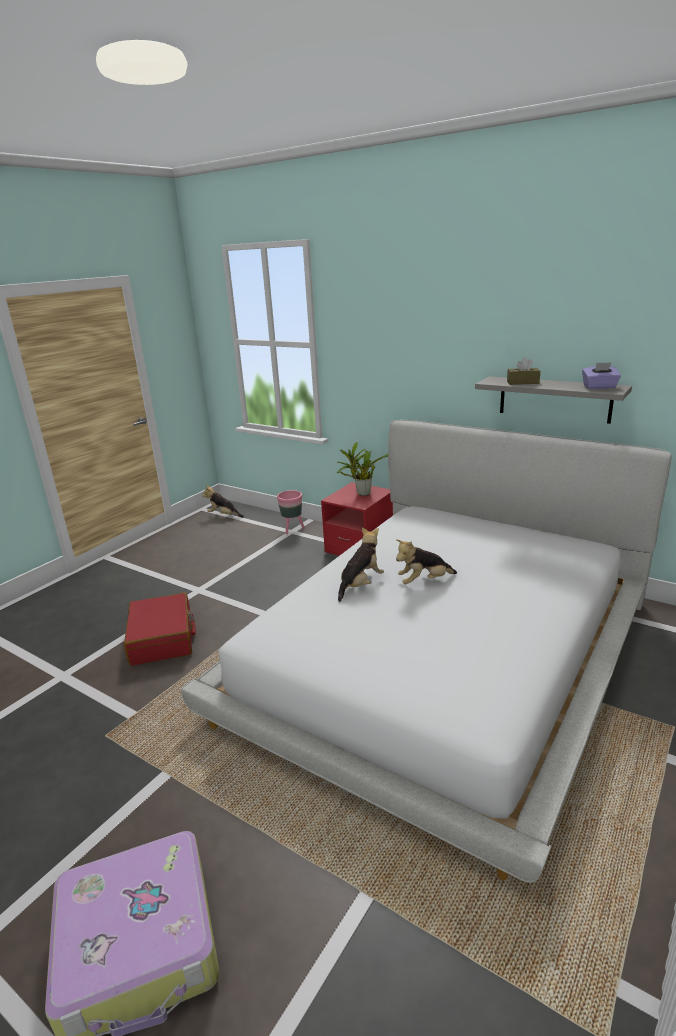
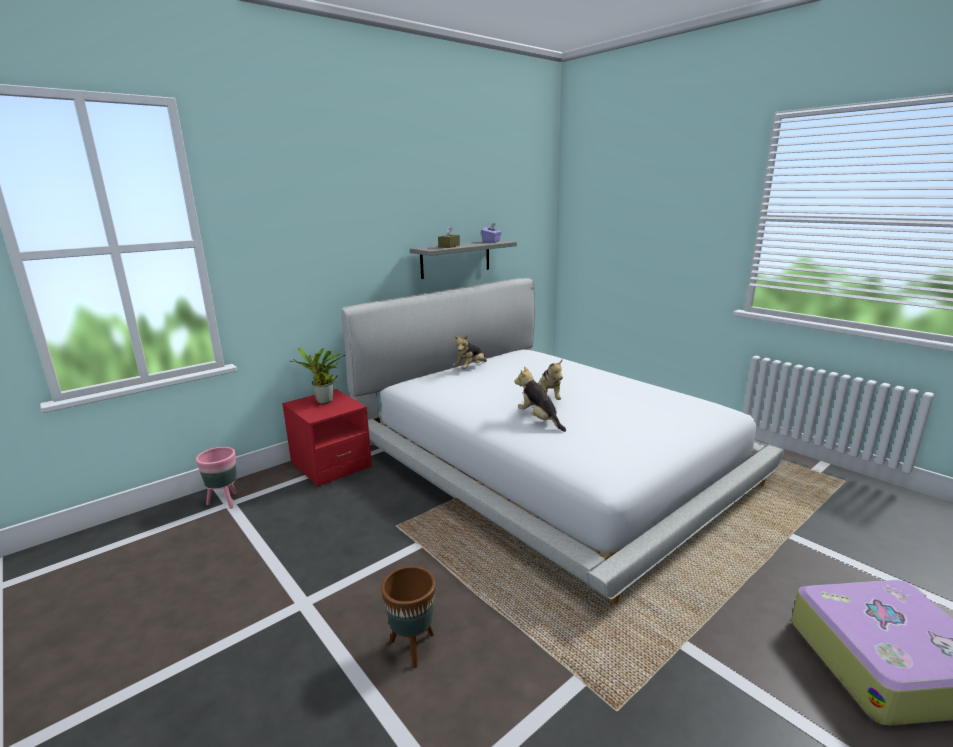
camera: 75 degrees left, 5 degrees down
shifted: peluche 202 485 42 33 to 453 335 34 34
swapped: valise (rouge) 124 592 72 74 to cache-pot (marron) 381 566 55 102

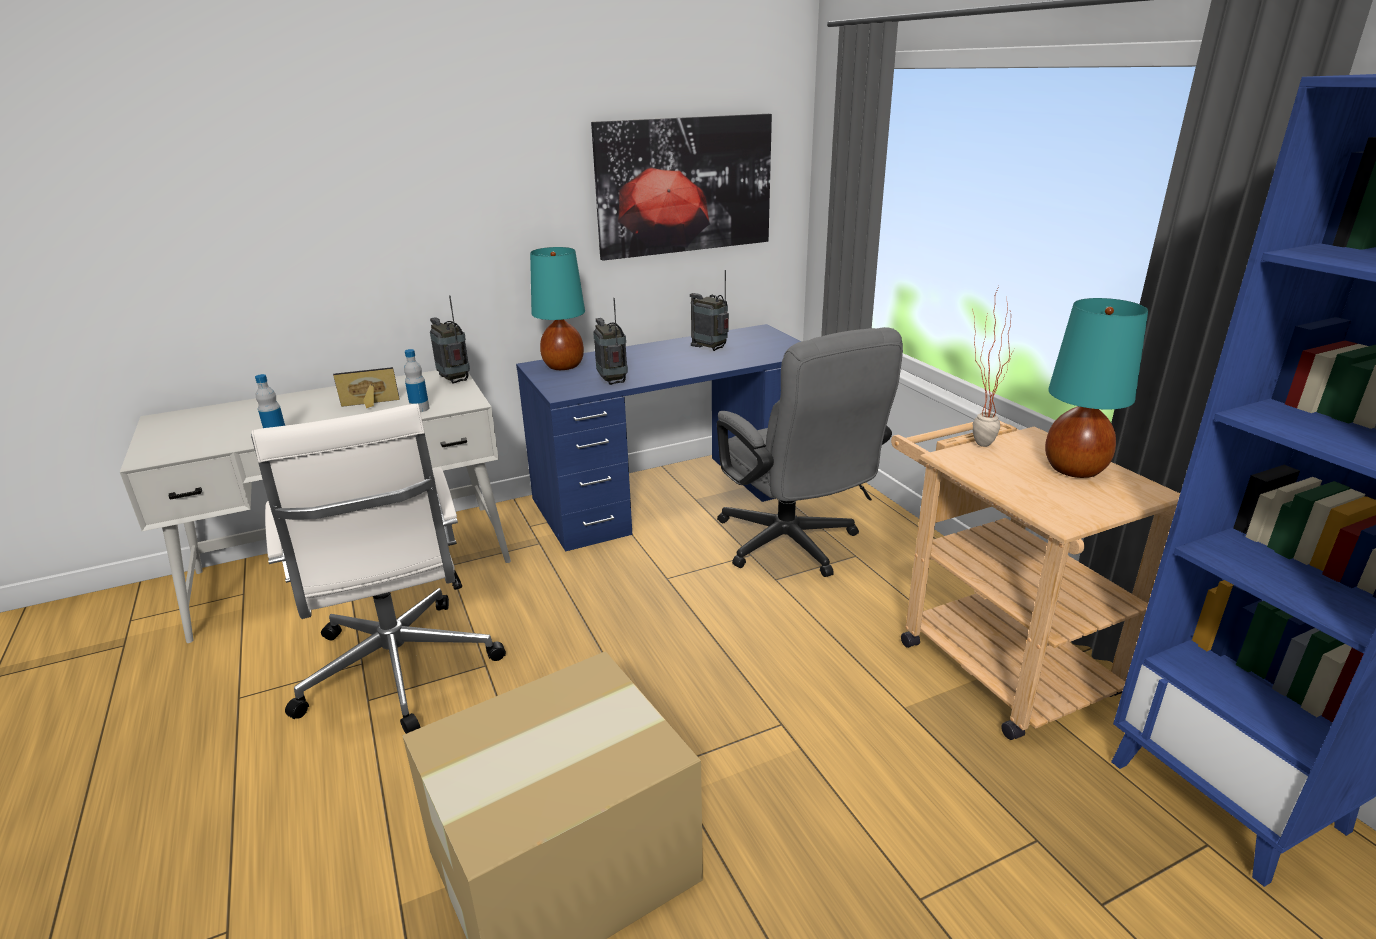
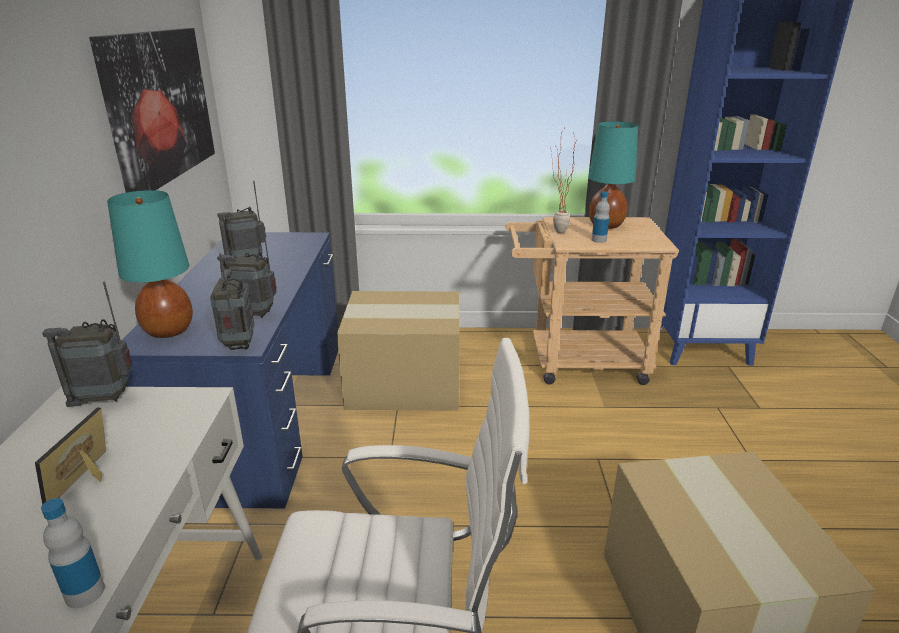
camera: 65 degrees left, 0 degrees up
new: radio 210 253 45 97
shifted: bouteille 404 349 25 63 to 592 191 18 52
swapped: chaise de bureau (gris) 717 327 186 250 to carton 337 291 122 120

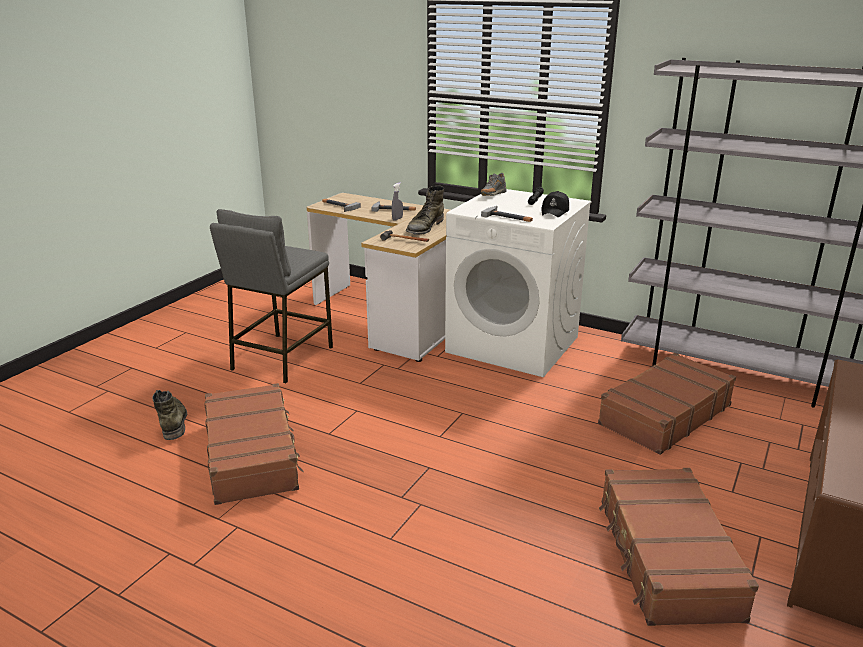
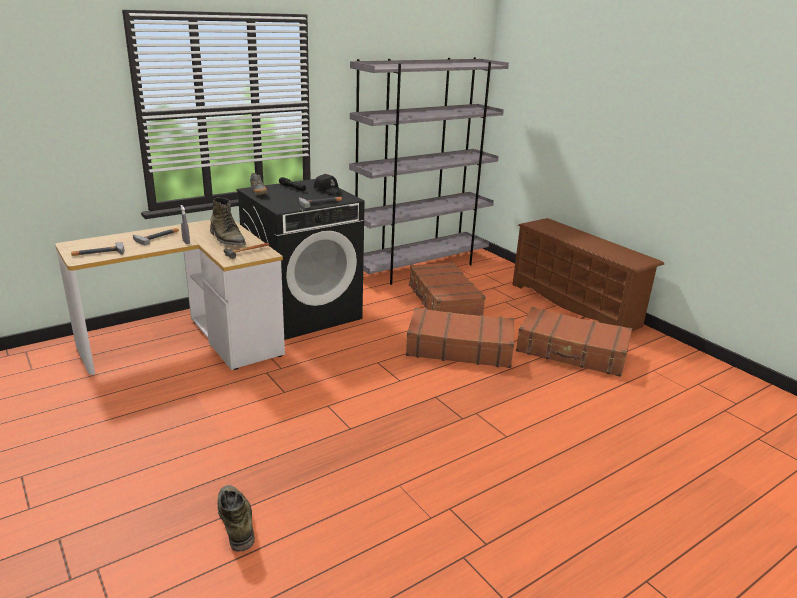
camera: 65 degrees left, 0 degrees up
gone: tabouret (gris) 210 209 123 174
shifted: valise (marron) 205 383 99 122 to 406 308 108 60
repainted: lave-linge (blanc) 445 189 147 188 to lave-linge (noir) 237 179 128 161
rotated: botte (vert) 152 390 35 50 = 217 485 38 67 60 degrees clockwise

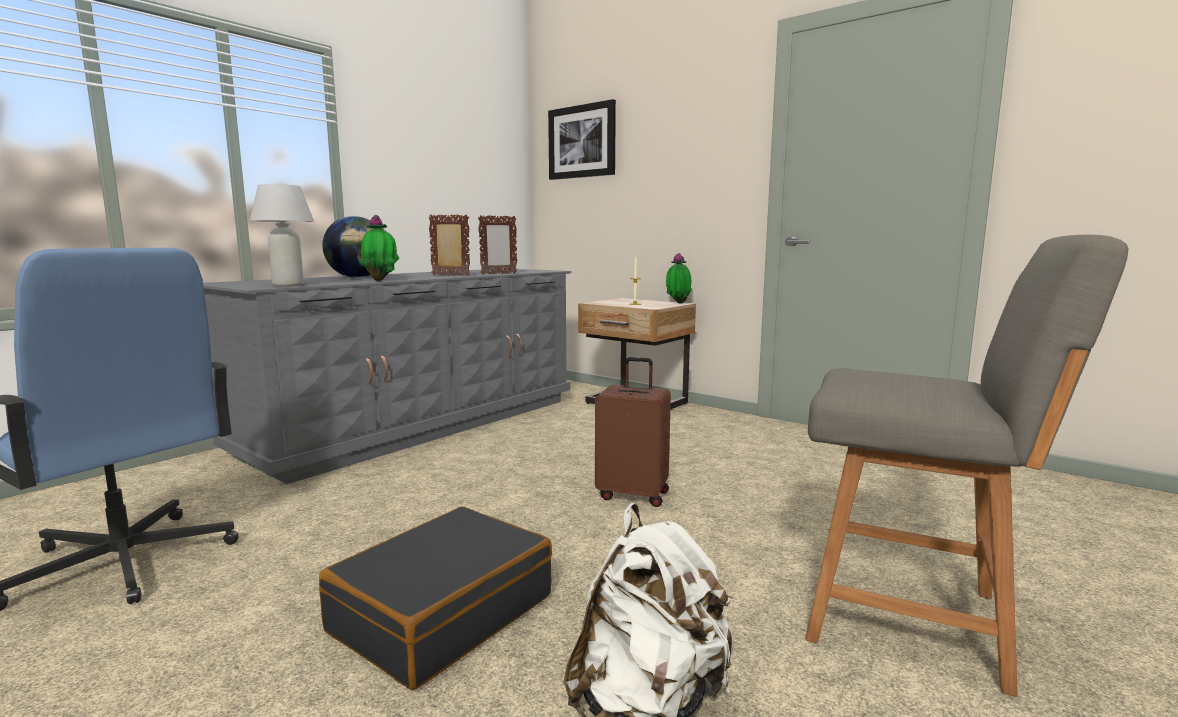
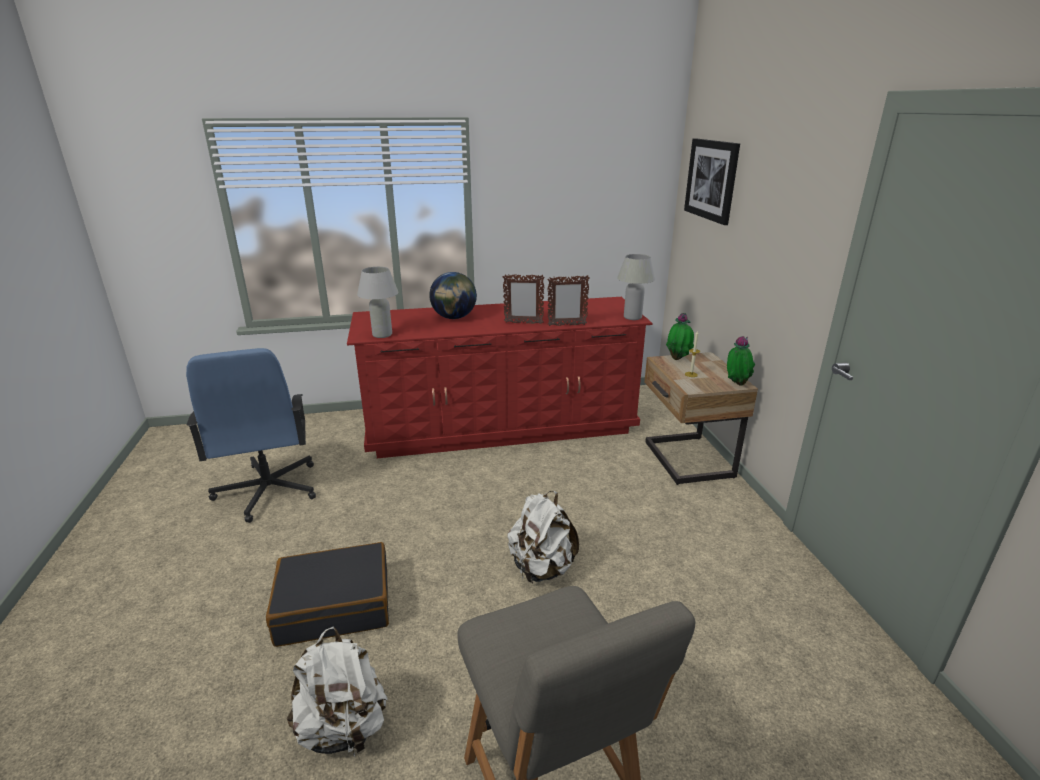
camera: 40 degrees right, 15 degrees up
new: lampe de table (blanc) 617 254 38 66
shifted: plante en pot 360 215 39 66 to 666 313 28 47
swapped: valise (marron) 595 357 76 150 to sac à dos (blanc) 507 491 72 92
repainted: commode (gris) 203 268 368 216 to commode (rouge) 347 297 306 161
rotated: cadre photo 428 214 42 62 = 503 274 42 50 120 degrees clockwise

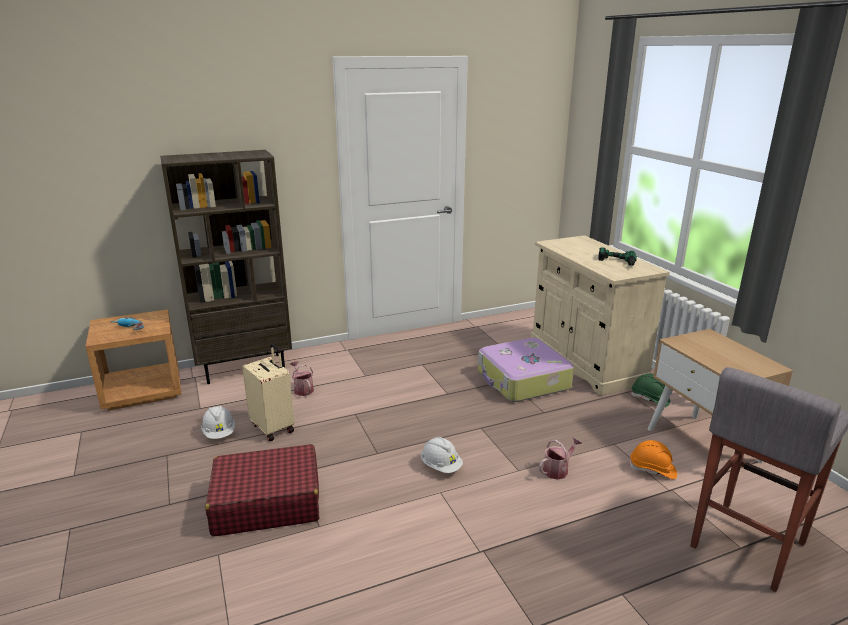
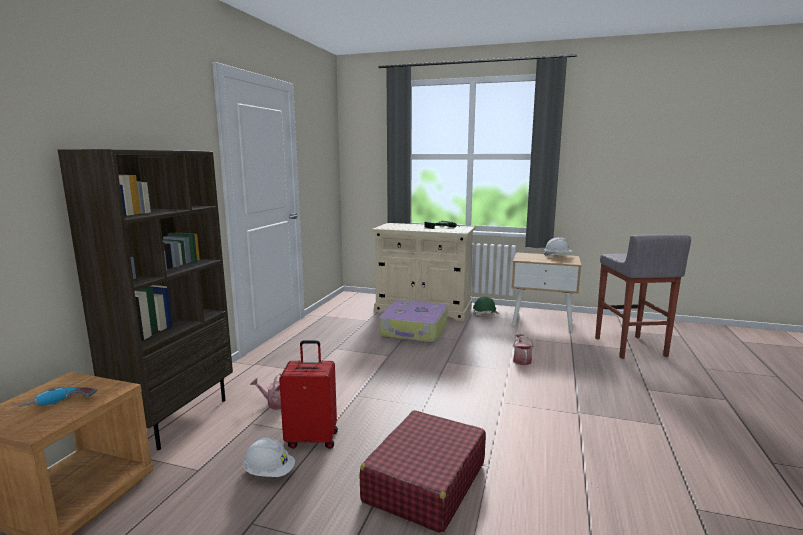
camera: 50 degrees left, 10 degrees down
gone: casque de chantier (orange) 628 440 49 39
shifted: casque de chantier (blanc) 421 437 42 36 to 544 237 29 19
repainted: valise (beige) 242 344 52 97 to valise (rouge) 279 340 59 109

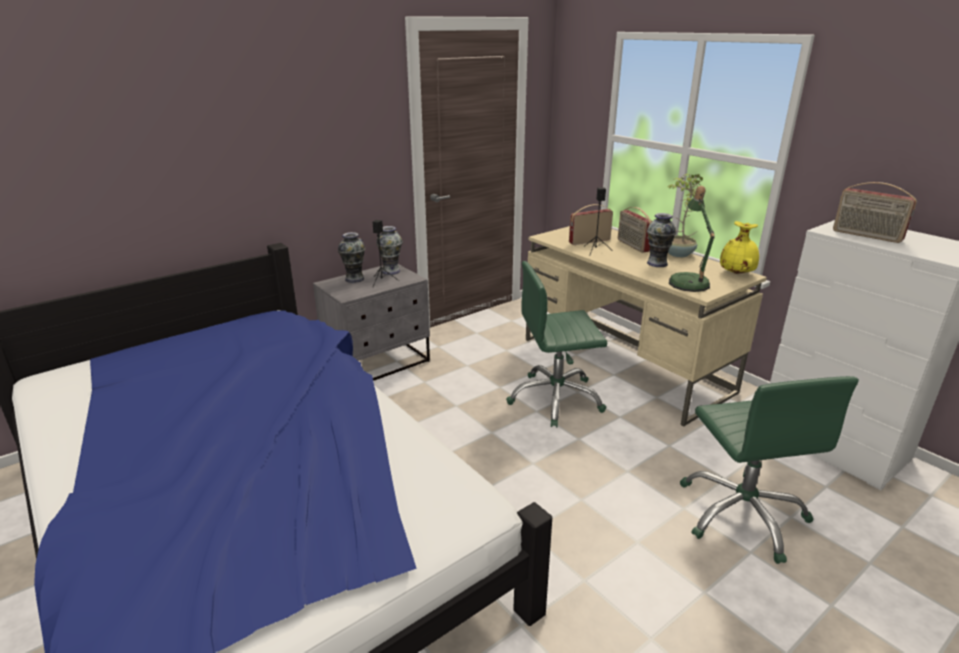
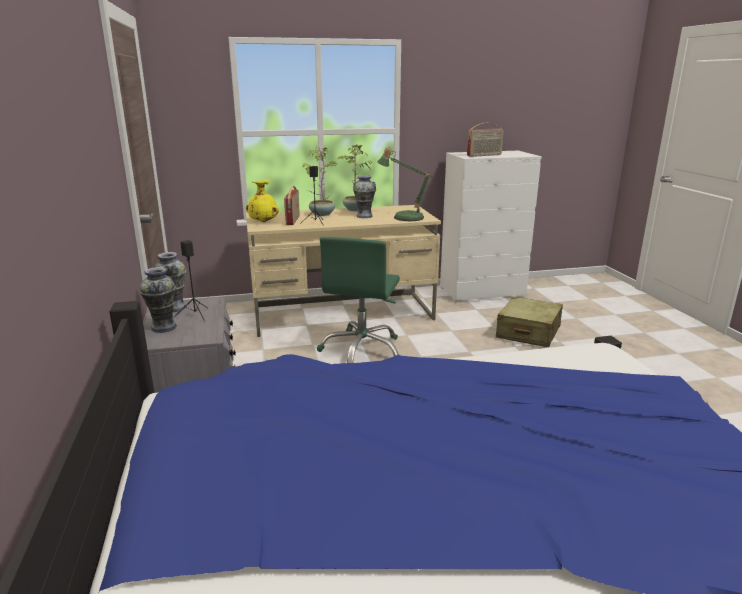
camera: 65 degrees left, 5 degrees down
shifted: vase (jaune) 720 221 39 53 to 246 180 33 42
swapped: radio 618 207 34 46 to plante en pot 303 147 34 69; chaise de bureau (vert) 680 376 179 188 to valise (beige) 496 297 67 50

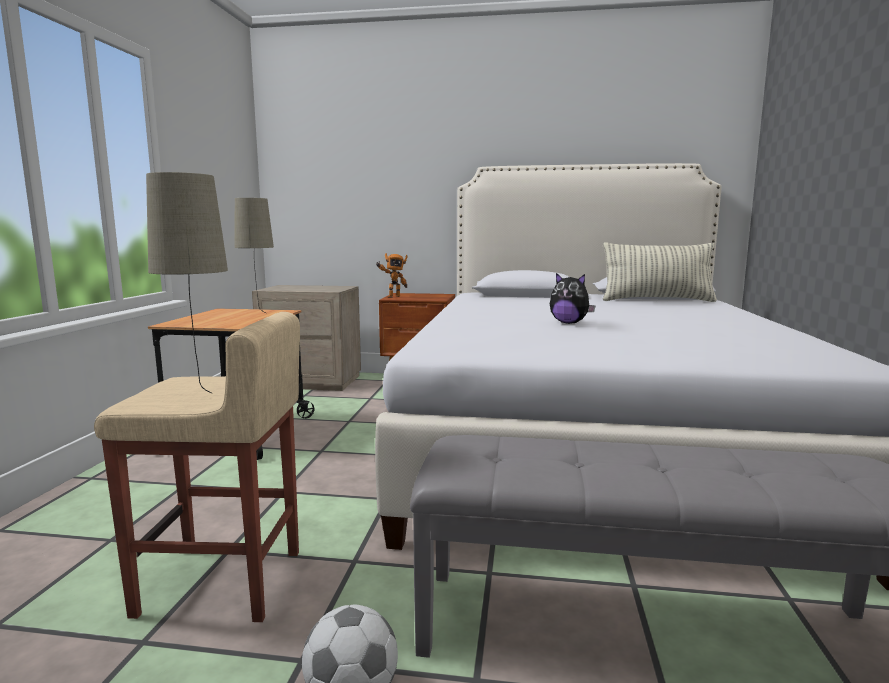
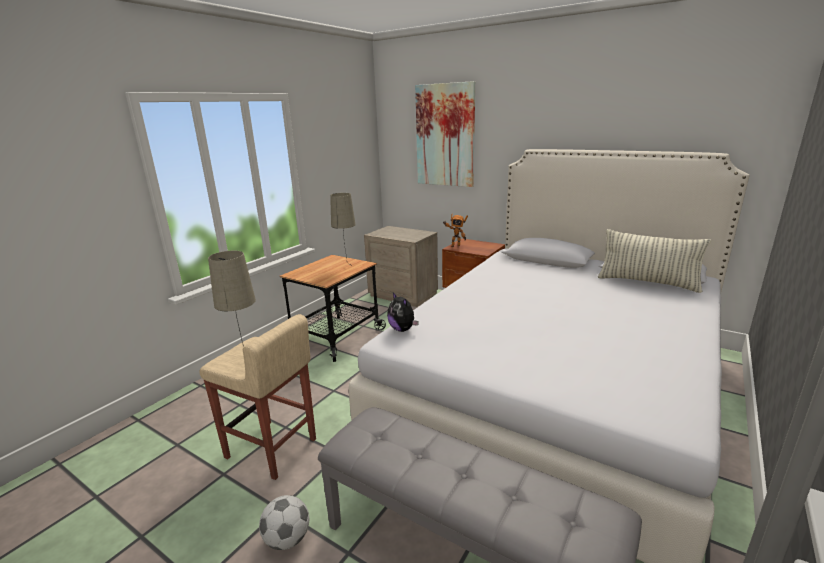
camera: 25 degrees right, 10 degrees up
new: tableau 415 81 60 106
shifted: peluche 550 273 45 51 to 387 292 32 40

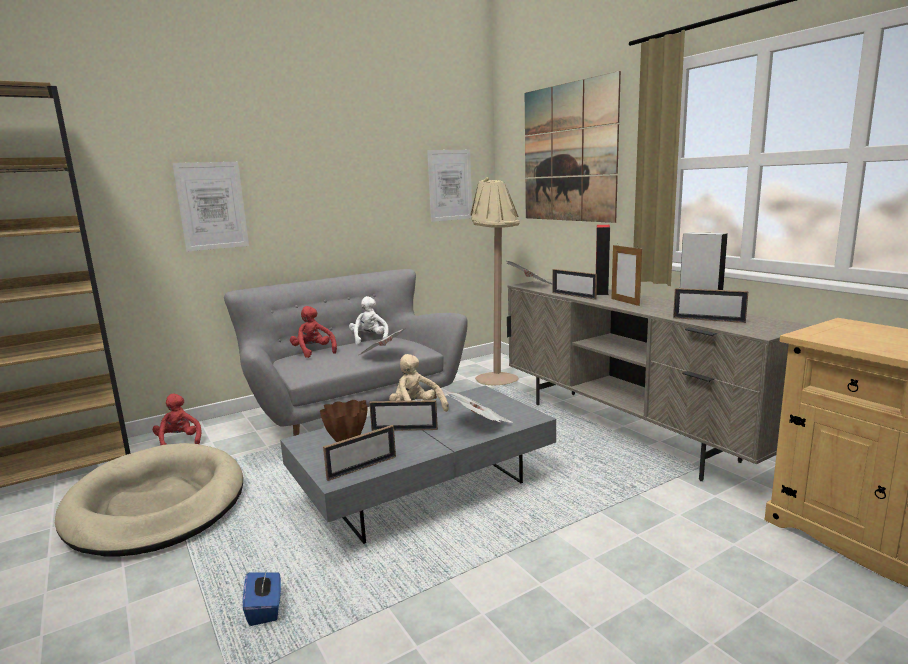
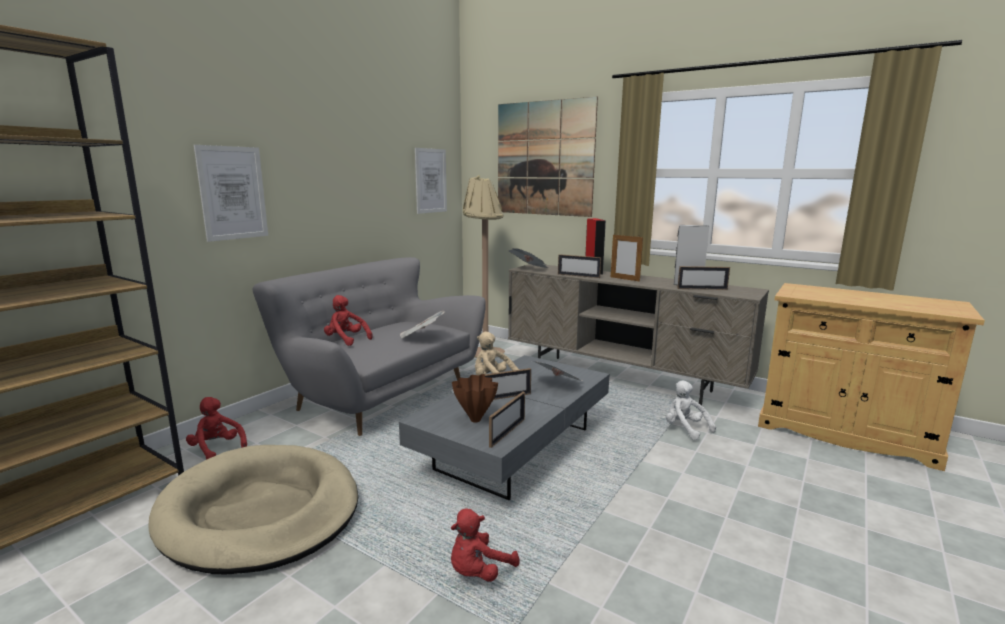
camera: 25 degrees left, 0 degrees up
shifted: peluche (blanc) 349 296 40 49 to 666 380 50 60
swapped: boîte à mouchoirs (bleu) 243 569 38 57 to peluche (rouge) 451 509 68 73

